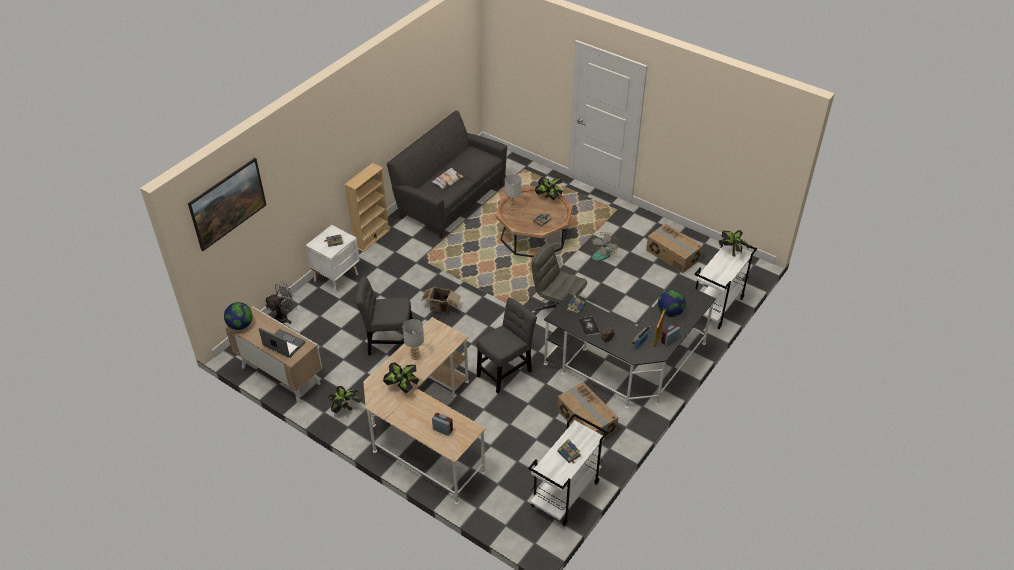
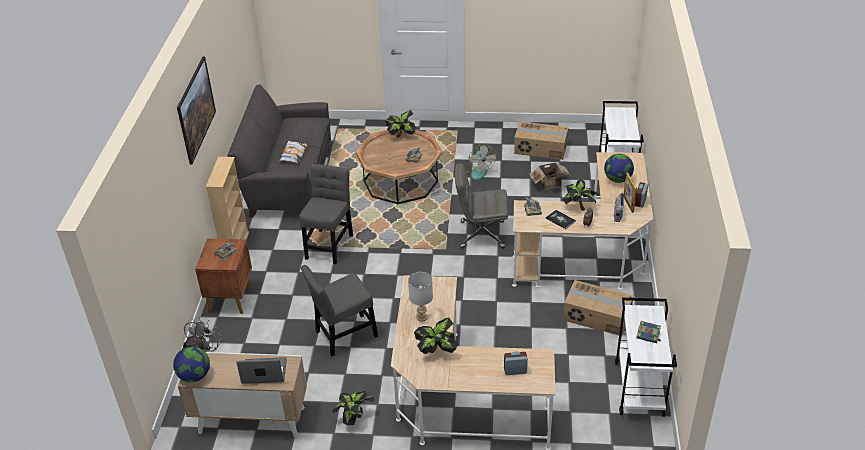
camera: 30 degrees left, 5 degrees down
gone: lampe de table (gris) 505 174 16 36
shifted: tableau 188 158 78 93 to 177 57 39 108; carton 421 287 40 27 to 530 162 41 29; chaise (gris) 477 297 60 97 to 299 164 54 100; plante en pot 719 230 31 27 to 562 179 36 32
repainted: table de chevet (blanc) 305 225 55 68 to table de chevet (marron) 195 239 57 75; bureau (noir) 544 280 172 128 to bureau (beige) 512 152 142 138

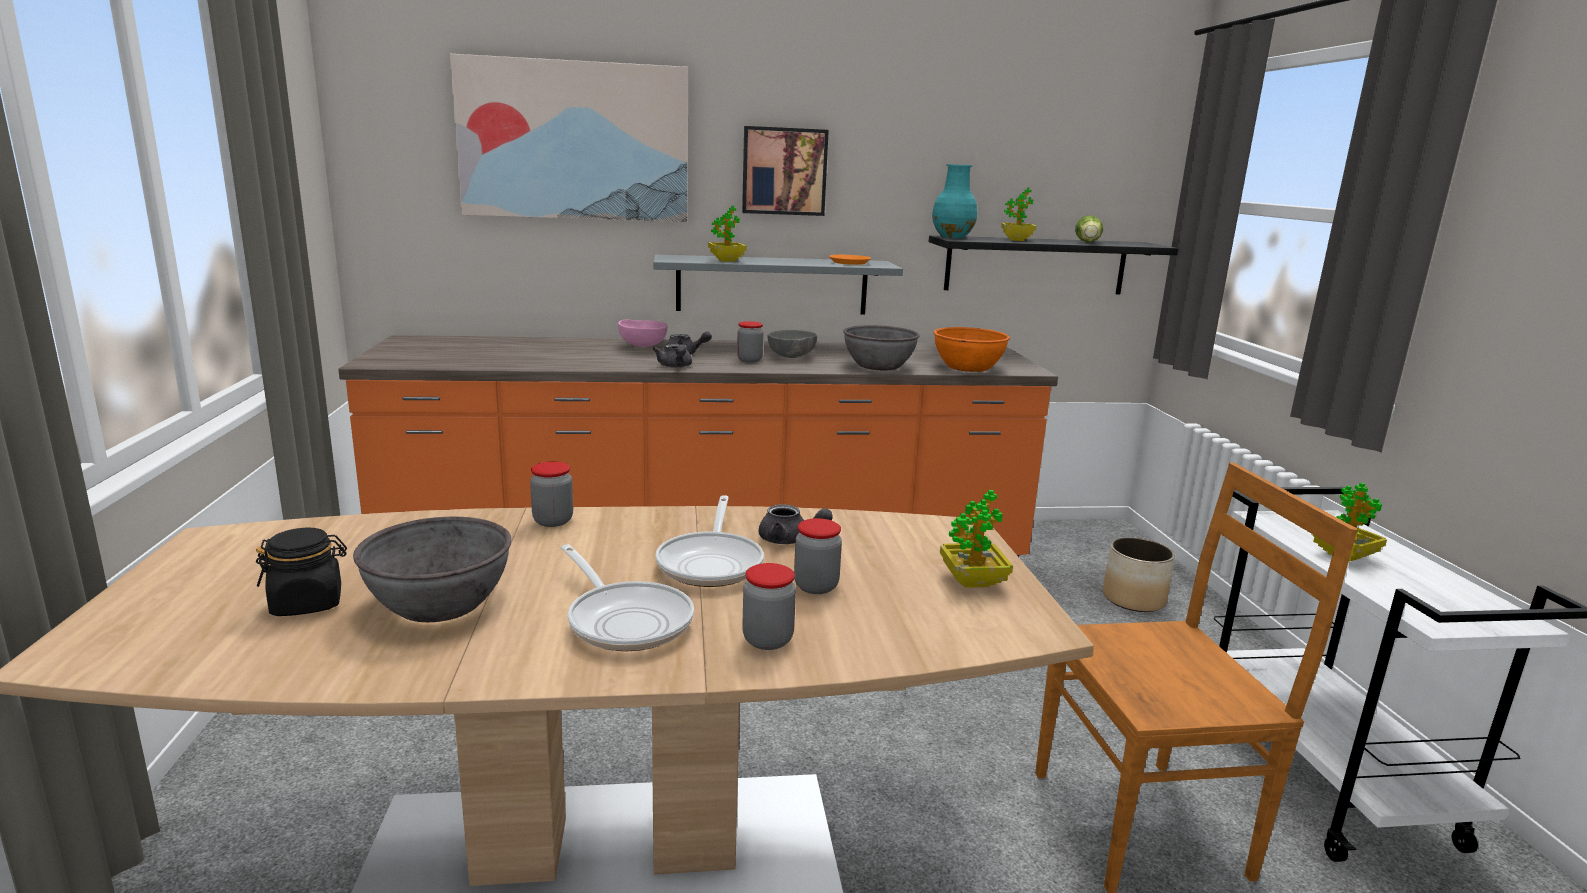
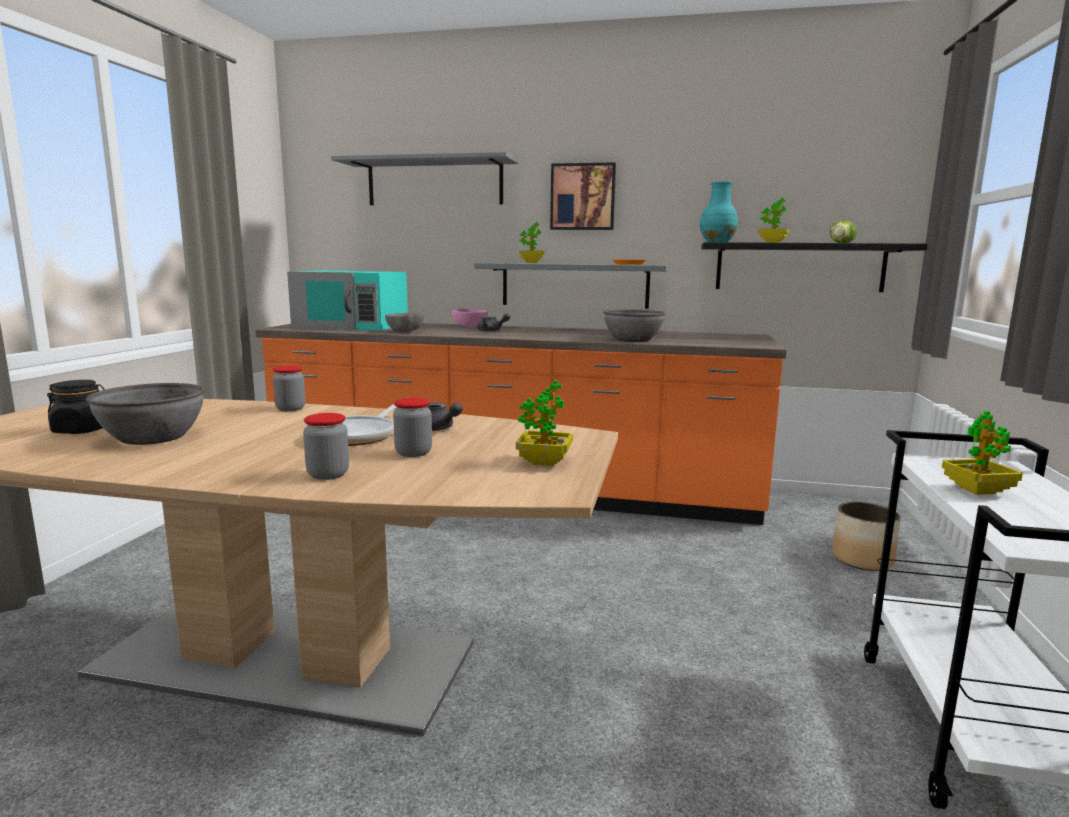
camera: 20 degrees right, 5 degrees down
gone: poêle 561 544 133 107; théière (gris) 653 344 39 24; bocal 737 321 27 41; bol (orange) 933 327 77 45; chaise (marron) 1035 462 322 431
new: micro-ondes (turquoise) 287 271 121 59
shifted: bol (gris) 768 330 49 28 to 385 313 39 19
swapped: tableau 450 54 238 168 to étagère (gris) 331 152 188 53

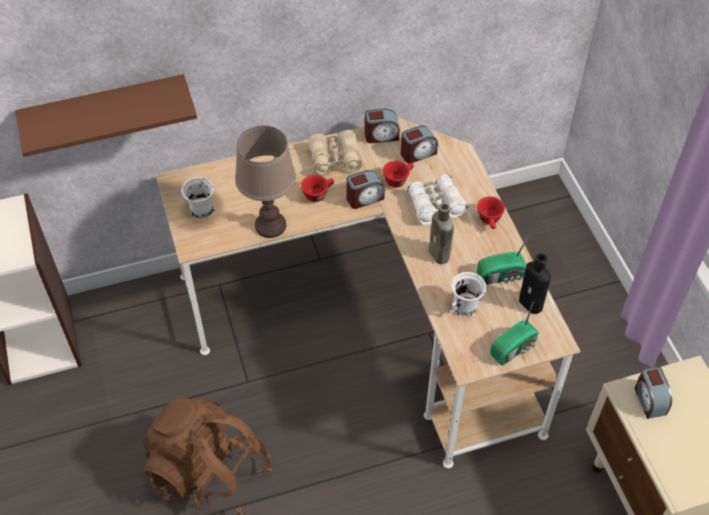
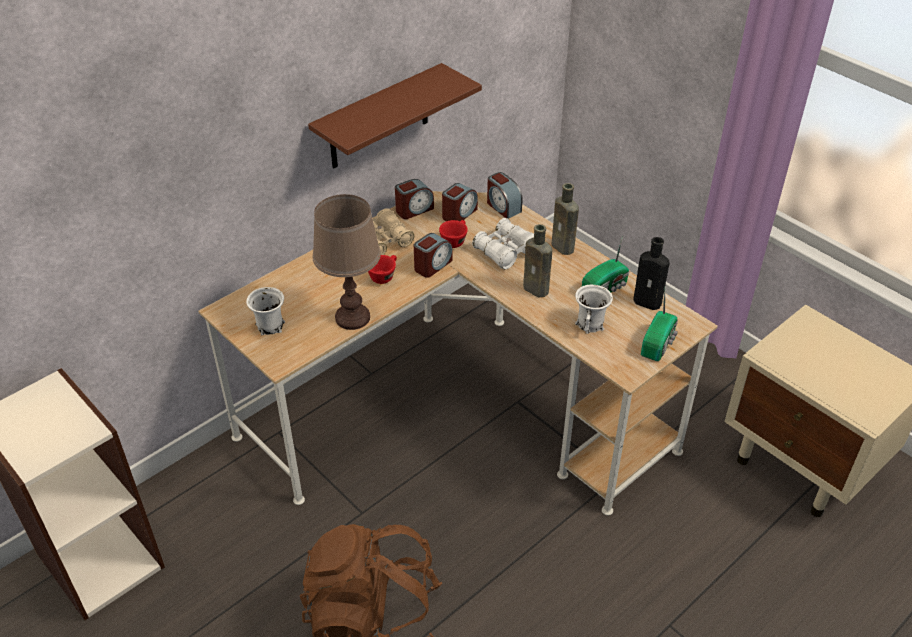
camera: 25 degrees left, 10 degrees down
shifted: étagère (marron) 15 74 182 83 to 308 63 174 105; réveil 635 366 37 53 to 487 172 35 47
swapped: tasse (rouge) 477 196 28 33 to bouteille (marron) 551 183 28 72

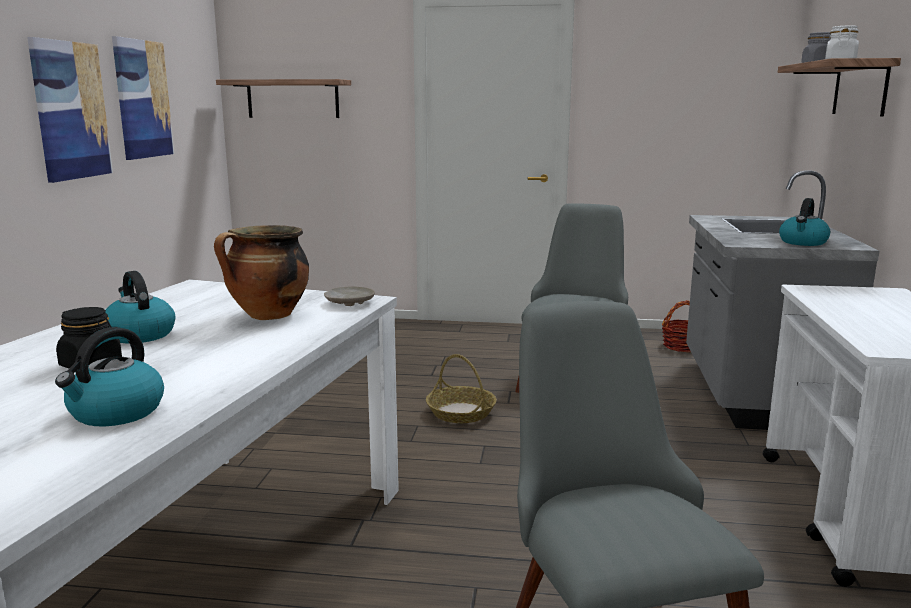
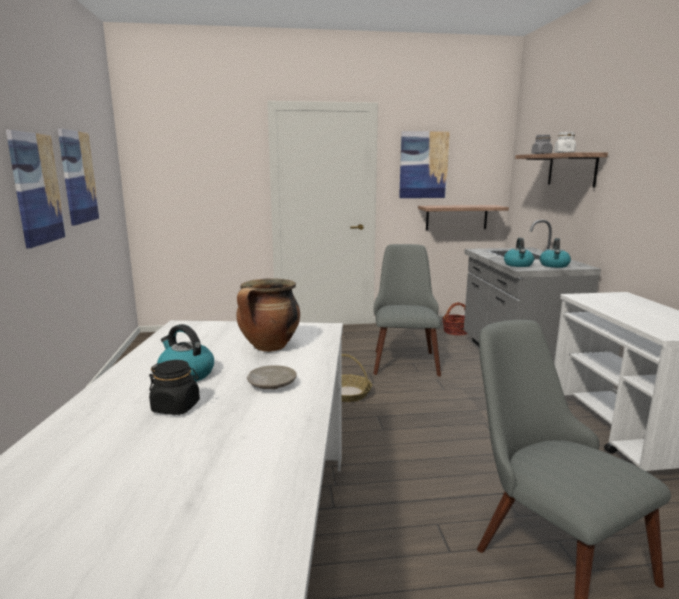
camera: 15 degrees left, 0 degrees up
new: tableau 399 131 51 67
shifted: bouilloire 55 327 109 99 to 504 238 30 29; étagère 216 79 135 39 to 418 205 91 25; assiette (beige) 324 287 51 19 to 247 365 50 25

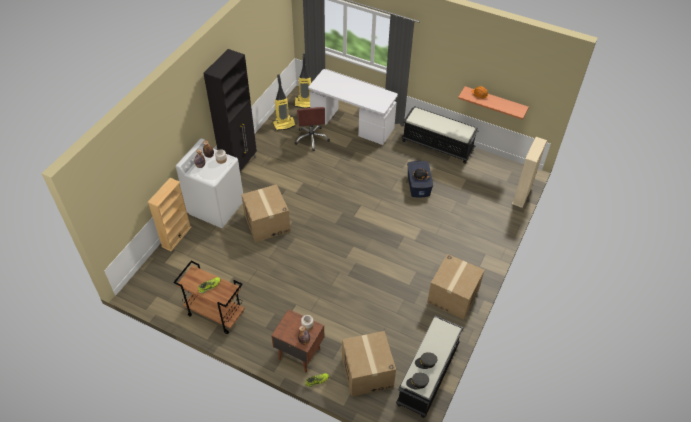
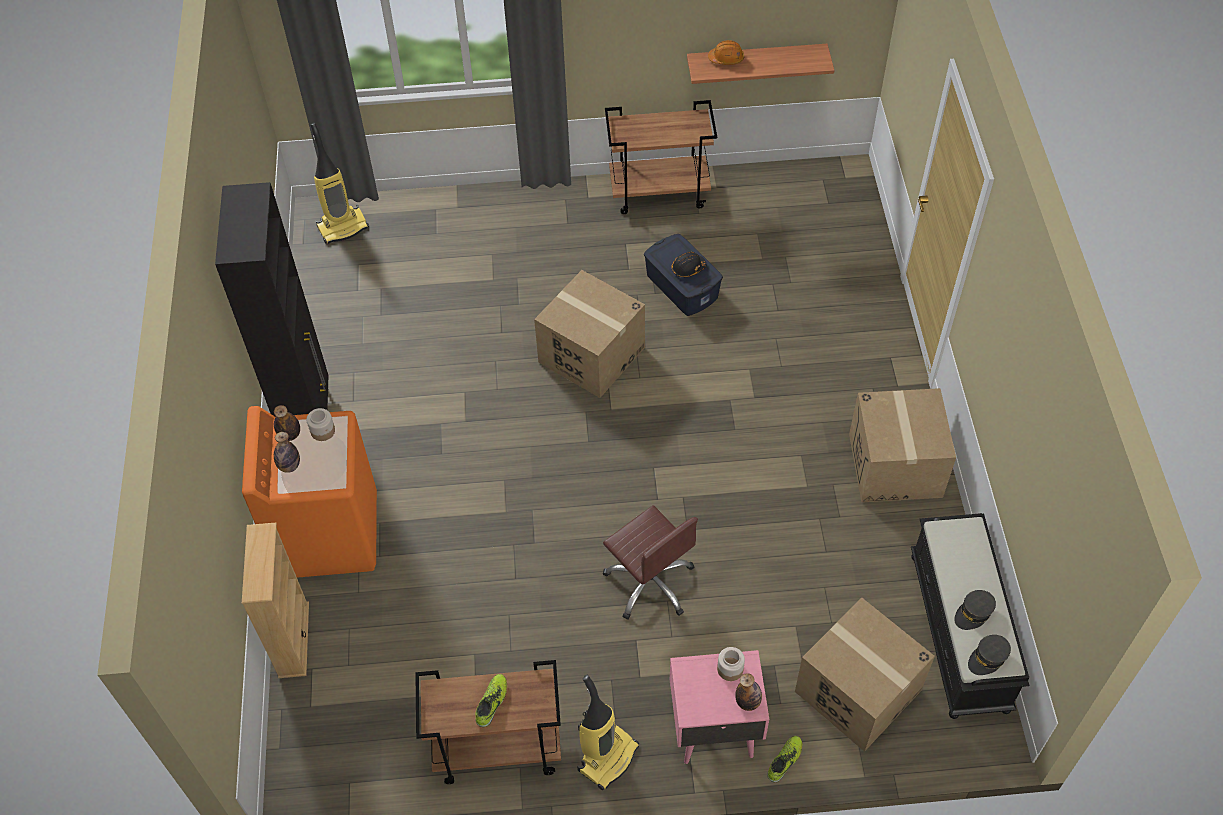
camera: 30 degrees left, 5 degrees up
gone: bureau (blanc) 308 69 90 76; bibliothèque (beige) 512 137 35 71
shifted: carton 241 184 50 58 to 534 270 111 128; aspirateur 273 75 23 56 to 577 675 62 115; chaise de bureau (marron) 295 107 35 44 to 603 505 95 115
swapped: banc (noir) 401 106 78 58 to chariot (marron) 605 100 112 114
repainted: lave-linge (blanc) 176 138 67 90 to lave-linge (orange) 242 406 135 172; table de chevet (marron) 271 309 53 63 to table de chevet (rose) 670 650 99 114

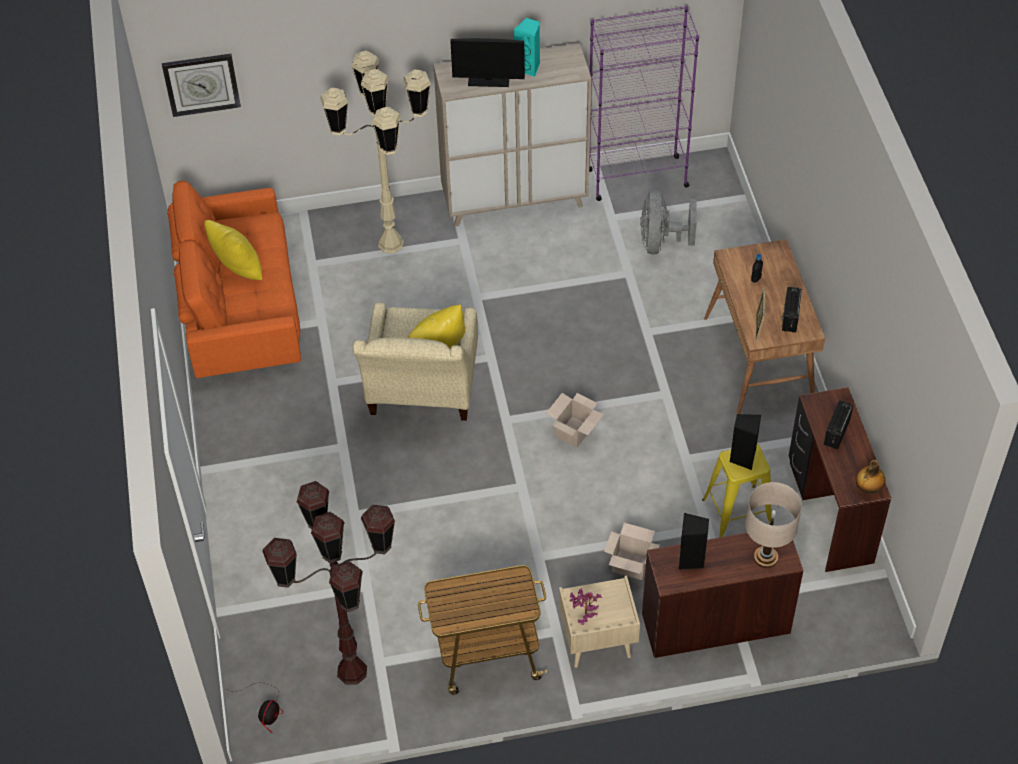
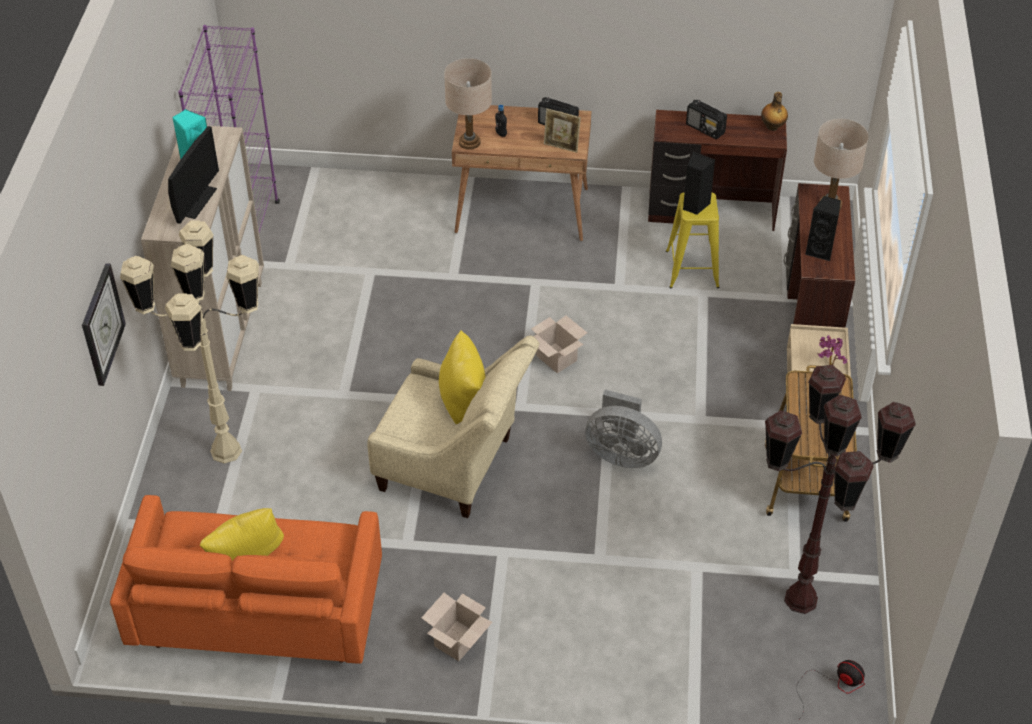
camera: 75 degrees left, 5 degrees down
new: lampe de table (beige) 444 58 48 92
shifted: horloge murale 162 54 79 63 to 82 263 44 123; carton 604 523 56 57 to 421 593 71 68; ventilateur (gris) 640 189 57 66 to 585 390 77 78

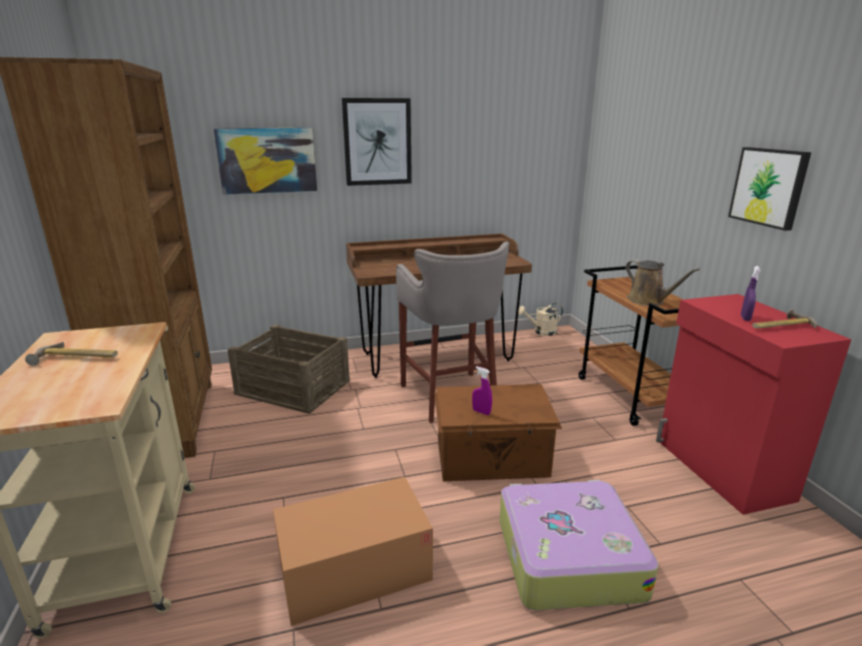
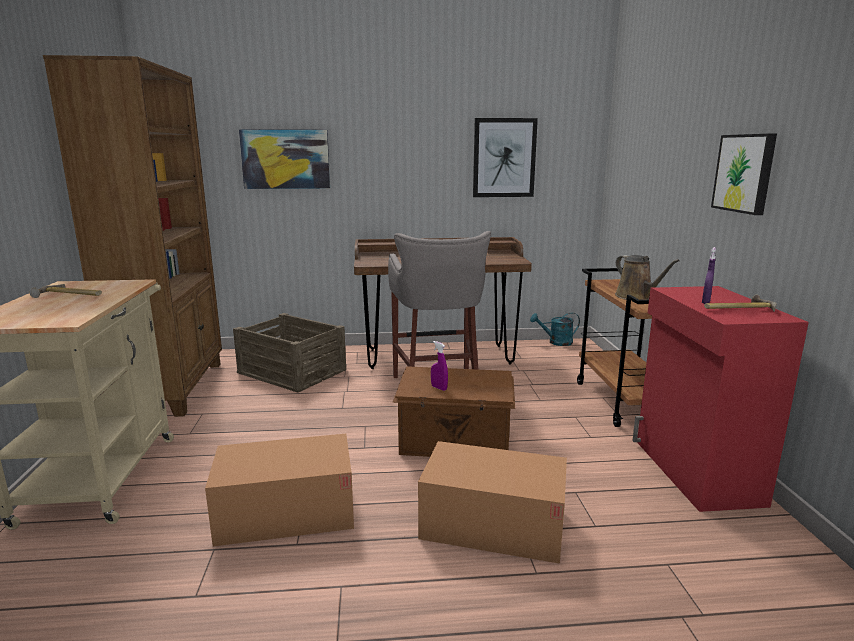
camera: 10 degrees right, 5 degrees down
shifted: tableau 342 98 70 88 to 473 118 65 79
swapped: valise 500 480 159 130 to carton 418 441 149 123
repainted: arrosoir (beige) 518 303 45 33 to arrosoir (turquoise) 530 313 50 33

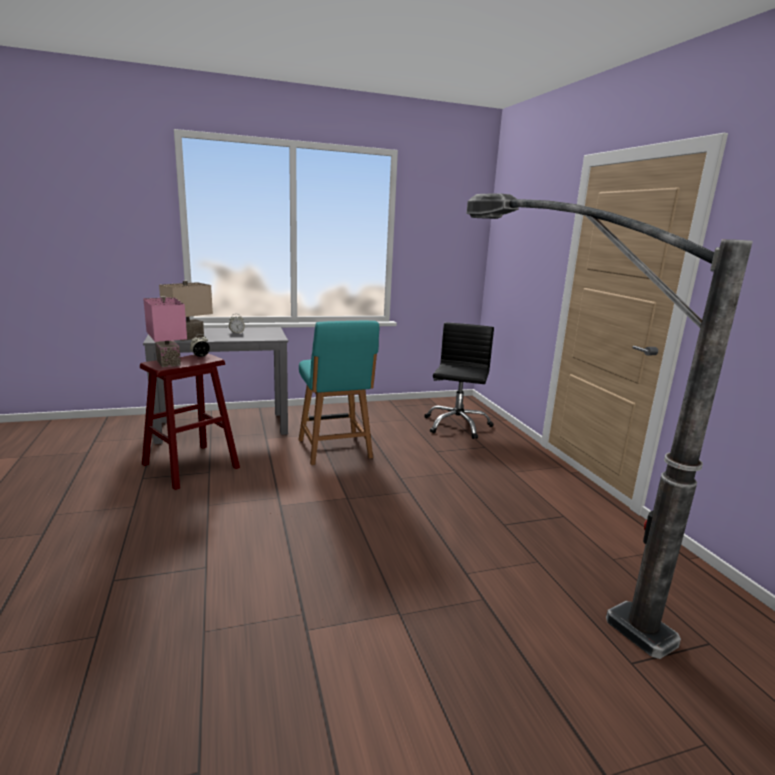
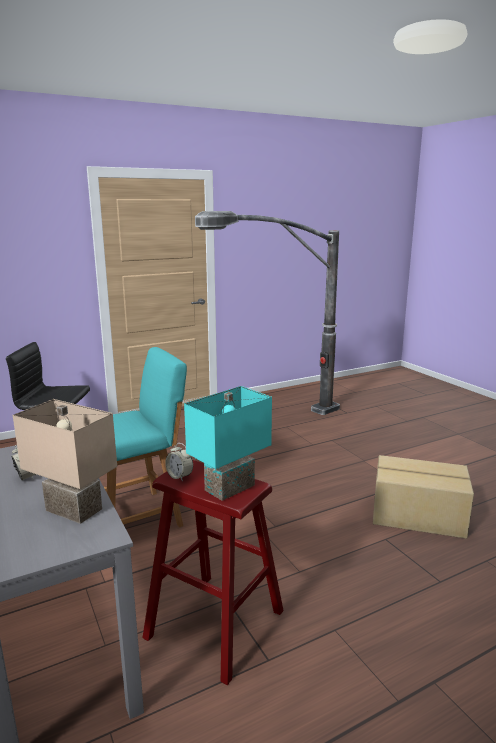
camera: 100 degrees left, 0 degrees up
new: carton 373 455 101 84
repainted: lampe de table (rose) 143 296 44 71 to lampe de table (turquoise) 184 386 88 115

